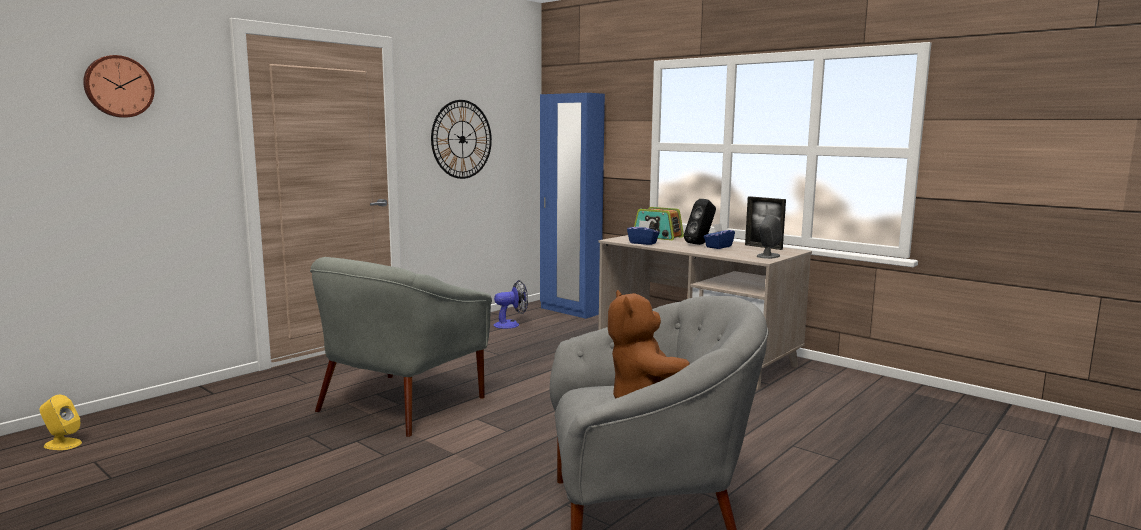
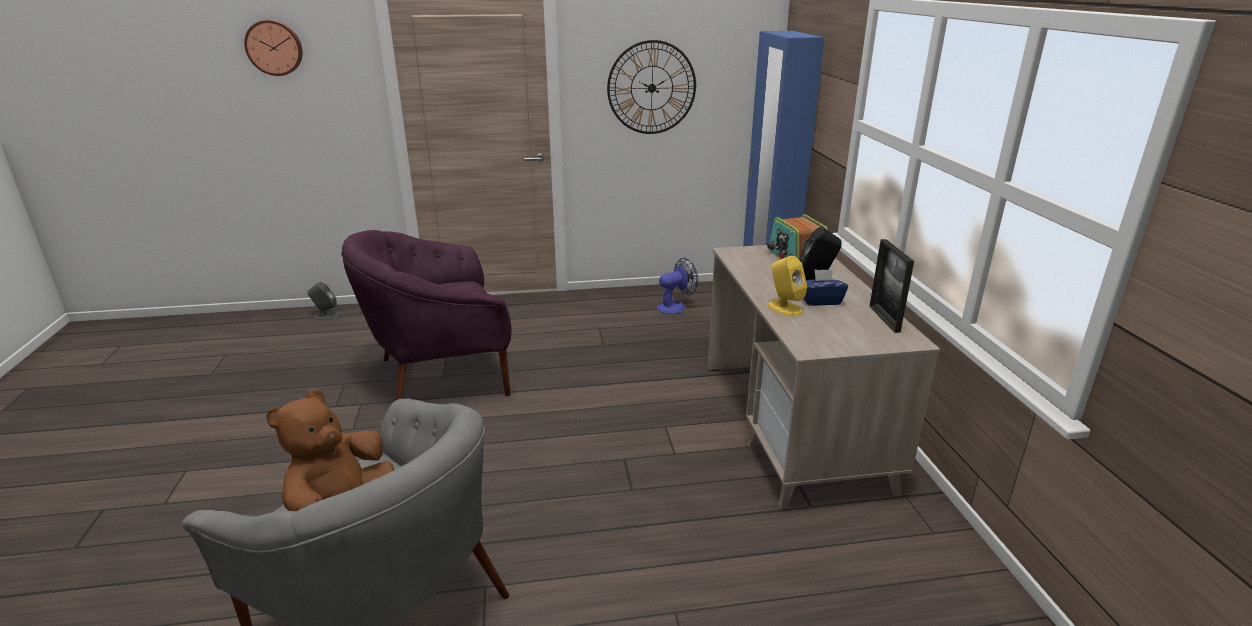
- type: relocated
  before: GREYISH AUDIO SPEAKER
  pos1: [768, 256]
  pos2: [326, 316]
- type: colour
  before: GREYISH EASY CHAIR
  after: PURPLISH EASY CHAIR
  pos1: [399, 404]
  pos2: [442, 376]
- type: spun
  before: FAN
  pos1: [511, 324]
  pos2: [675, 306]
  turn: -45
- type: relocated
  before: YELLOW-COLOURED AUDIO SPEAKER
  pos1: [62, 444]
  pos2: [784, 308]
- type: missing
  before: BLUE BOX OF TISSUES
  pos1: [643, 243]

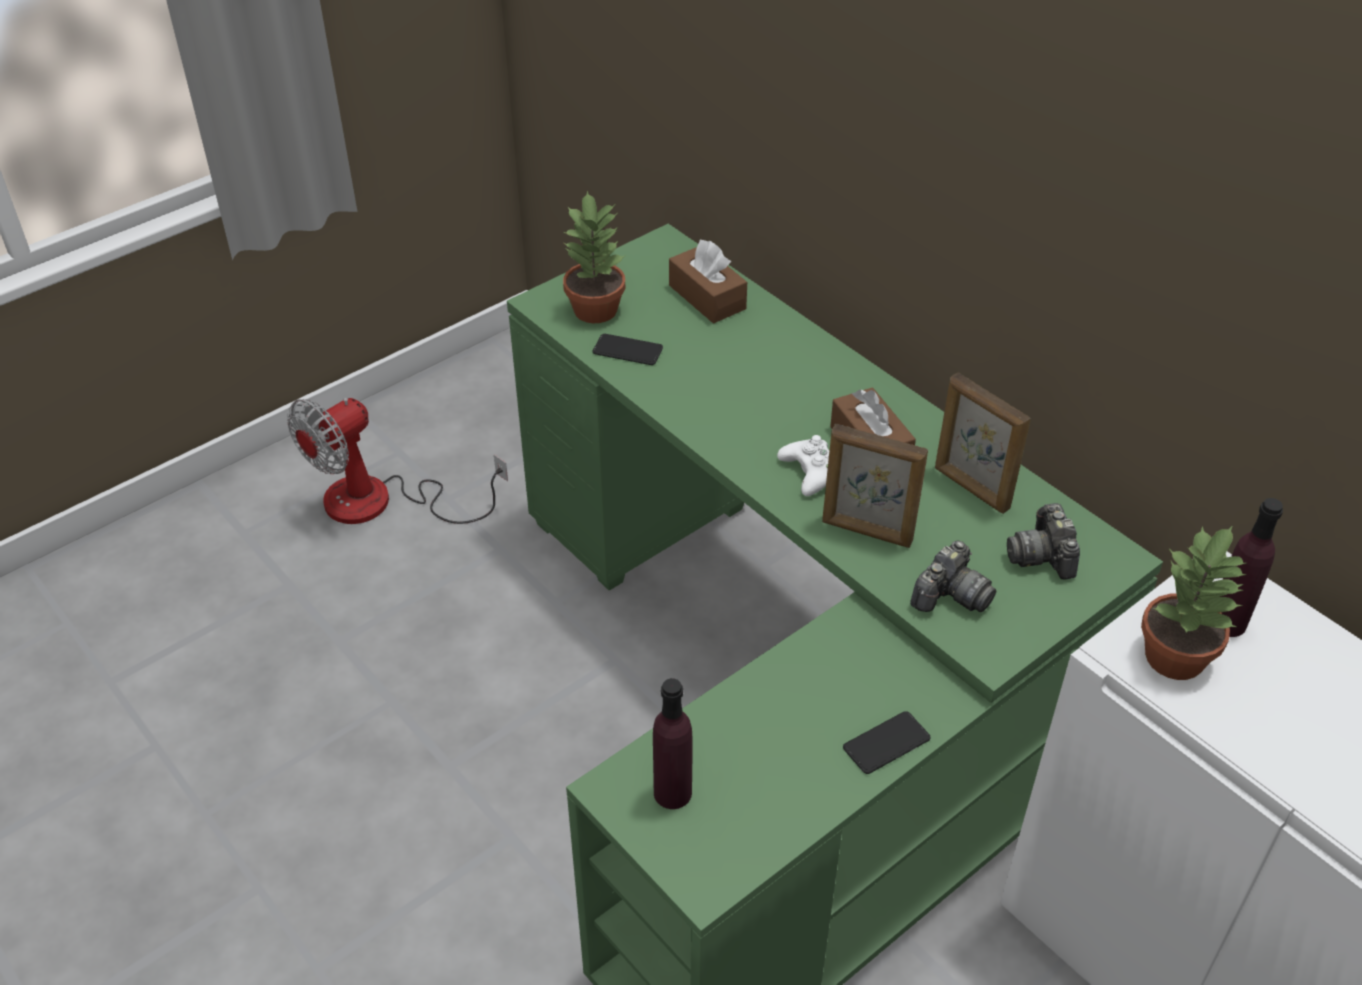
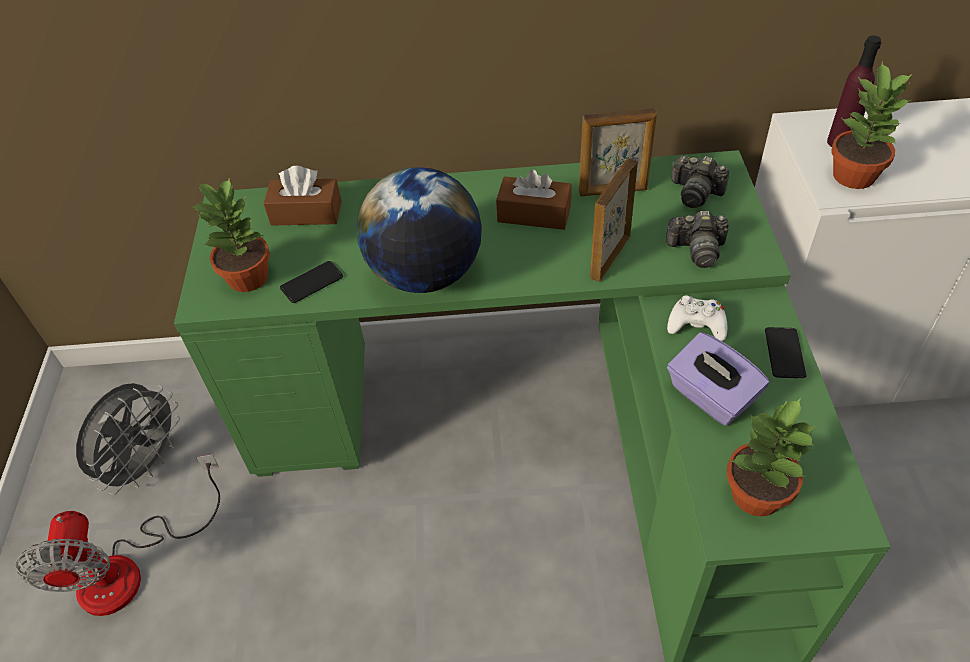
- type: appeared
  after: GREYISH FAN
  pos2: [146, 464]
- type: appeared
  after: GLOBE
  pos2: [425, 274]
- type: spun
  before: PHOTO FRAME
  pos1: [867, 532]
  pos2: [609, 257]
  turn: 150
- type: spun
  before: PHOTO CAMERA
  pos1: [950, 595]
  pos2: [697, 250]
  turn: 105
- type: relocated
  before: WHITISH JOYPAD
  pos1: [811, 473]
  pos2: [696, 324]
- type: appeared
  after: PURPLISH BOX OF TISSUES
  pos2: [710, 396]
- type: exchanged
  before: PURPLISH BEVERAGE BOTTLE
  after: HOUSEPLANT
  pos1: [672, 793]
  pos2: [755, 495]

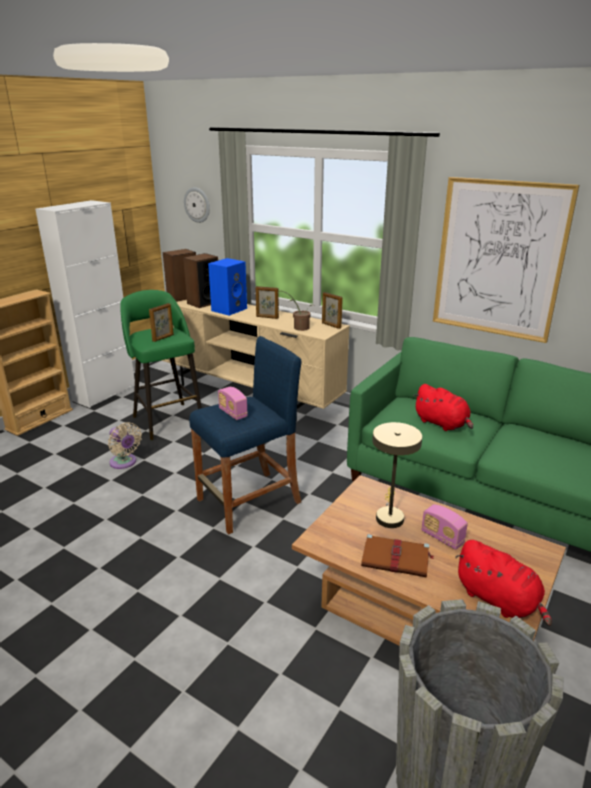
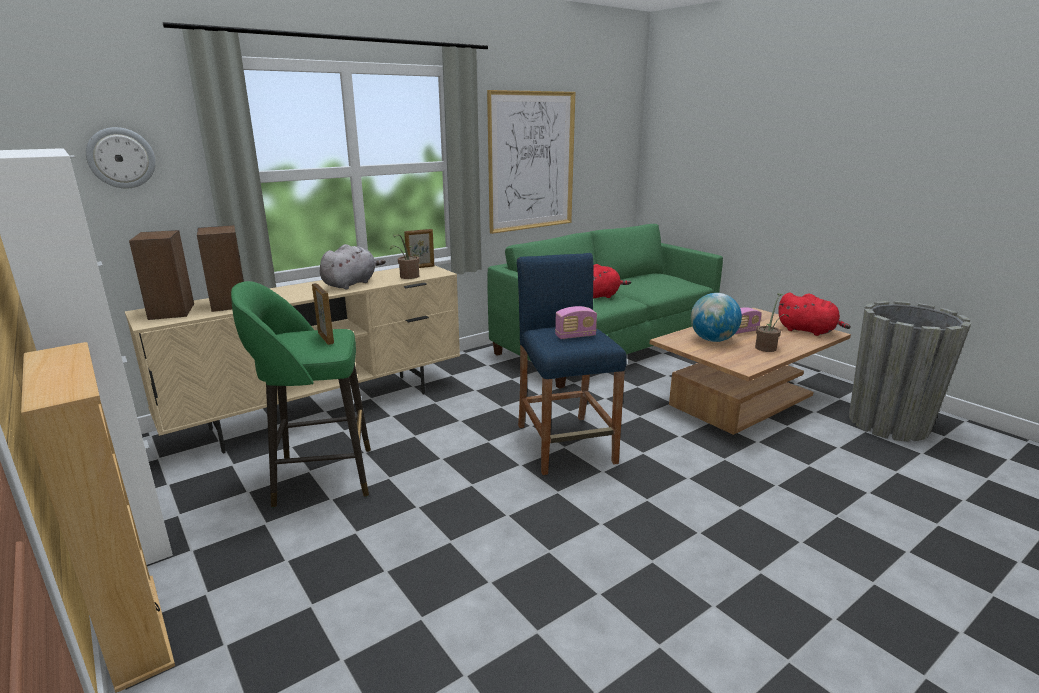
- type: exchanged
  before: PHOTO FRAME
  after: GREYISH PLUSH TOY
  pos1: [267, 317]
  pos2: [351, 284]
- type: exchanged
  before: SAND-COLOURED TABLETOP LAMP
  after: GLOBE
  pos1: [389, 515]
  pos2: [712, 340]
- type: exchanged
  before: BROWN BOOK
  after: HOUSEPLANT
  pos1: [396, 558]
  pos2: [767, 347]
- type: spun
  before: RED PLUSH TOY
  pos1: [499, 600]
  pos2: [808, 331]
  turn: 60
- type: missing
  before: SAND-COLOURED FAN
  pos1: [124, 463]
- type: missing
  before: BLUE AUDIO SPEAKER
  pos1: [229, 309]

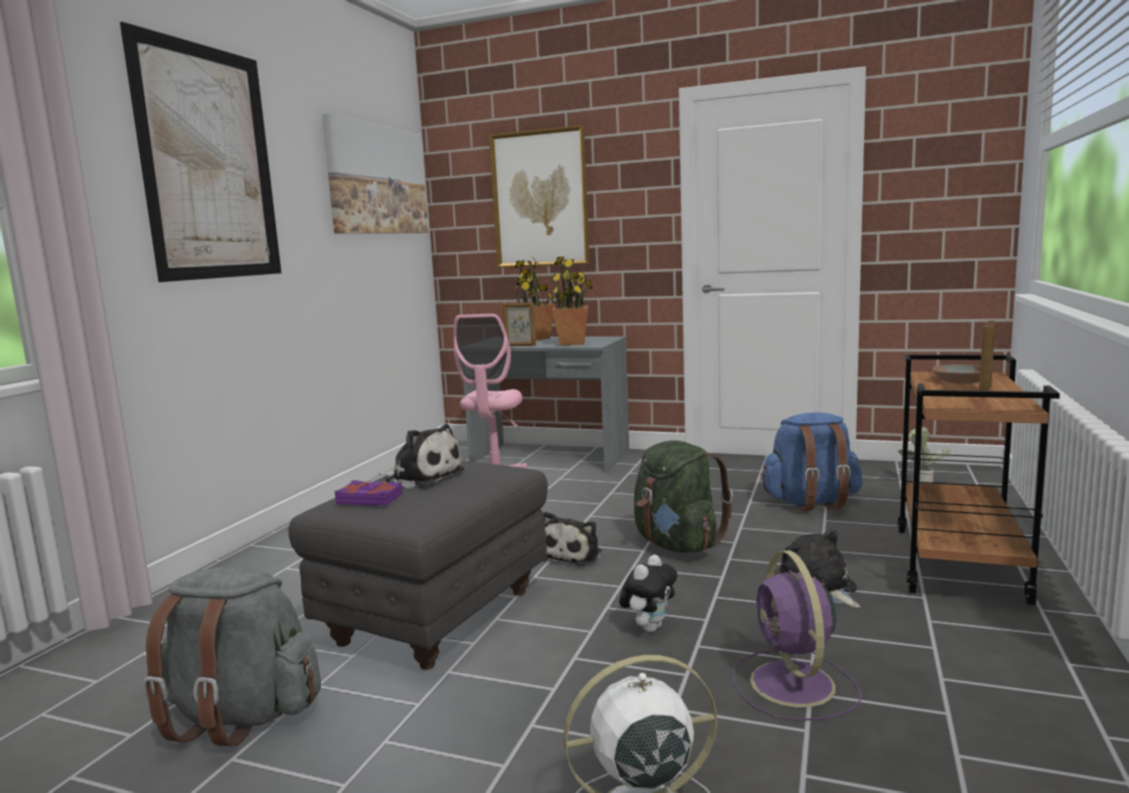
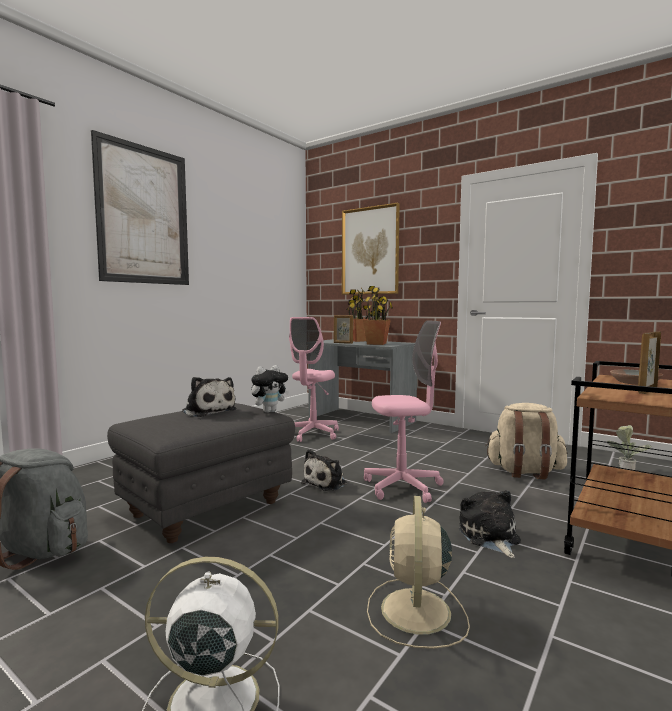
- type: relocated
  before: PLUSH TOY
  pos1: [649, 627]
  pos2: [269, 411]
- type: exchanged
  before: GREEN RUCKSACK
  after: PINKISH OFFICE CHAIR
  pos1: [677, 545]
  pos2: [403, 487]
- type: colour
  before: PURPLISH FAN
  after: SAND-COLOURED FAN
  pos1: [794, 686]
  pos2: [415, 613]
- type: colour
  before: BLUE RUCKSACK
  after: SAND-COLOURED RUCKSACK
  pos1: [811, 503]
  pos2: [525, 472]
- type: missing
  before: WALL PICTURE
  pos1: [377, 179]
- type: missing
  before: PURPLISH BOOK
  pos1: [370, 499]

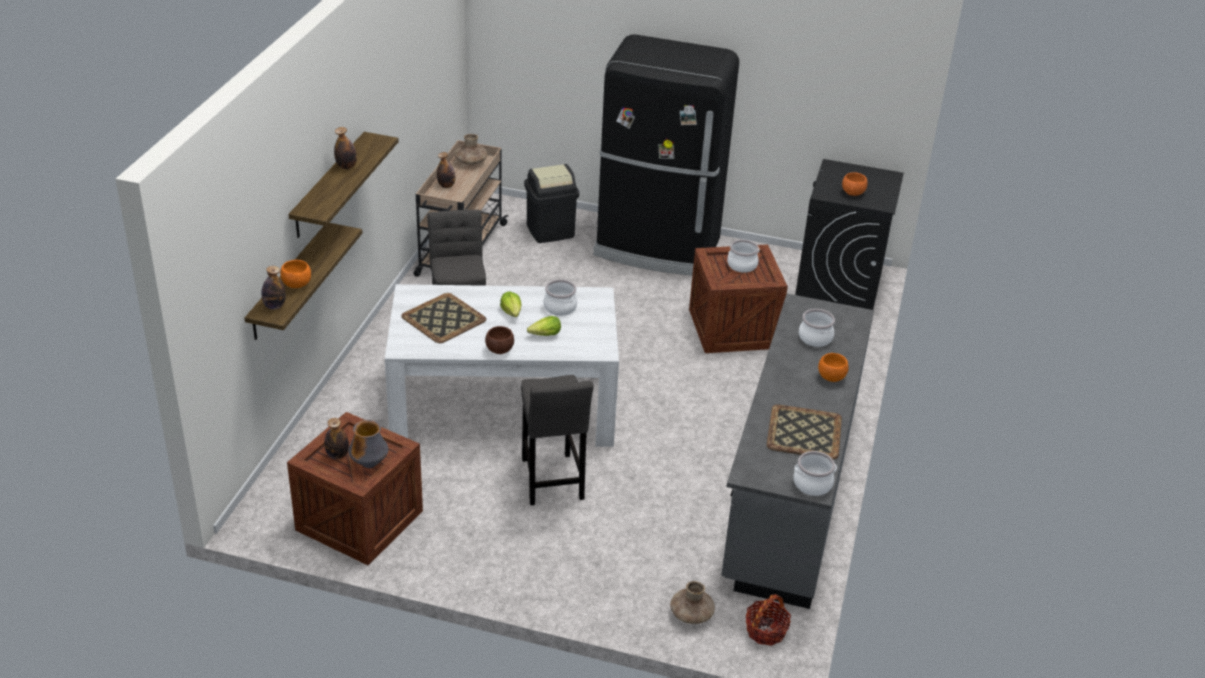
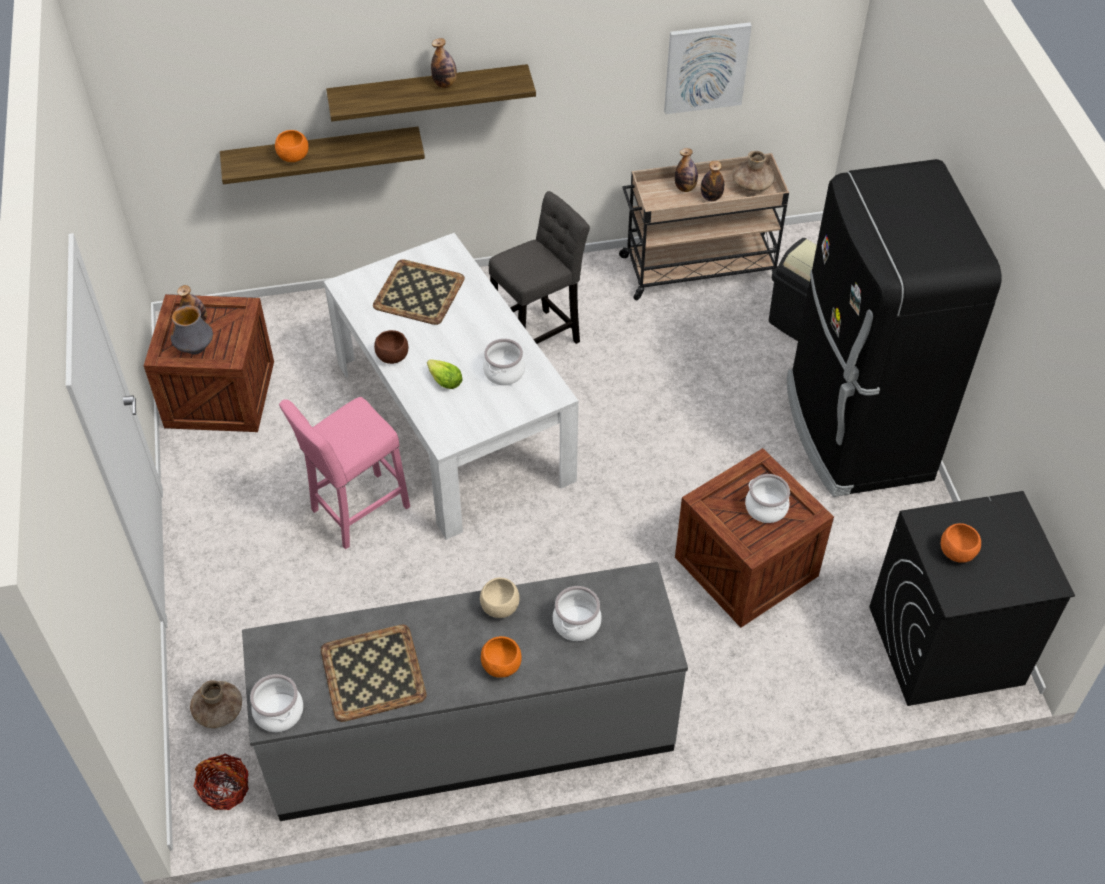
- type: colour
  before: GREYISH SITTING STOOL
  after: PINKISH SITTING STOOL
  pos1: [552, 482]
  pos2: [356, 512]
- type: appeared
  after: SAND-COLOURED BOWL
  pos2: [499, 607]
- type: appeared
  after: WALL PICTURE
  pos2: [706, 67]
- type: relocated
  before: BEVERAGE BOTTLE
  pos1: [274, 306]
  pos2: [711, 197]
- type: missing
  before: HEAD OF LETTUCE
  pos1: [512, 312]

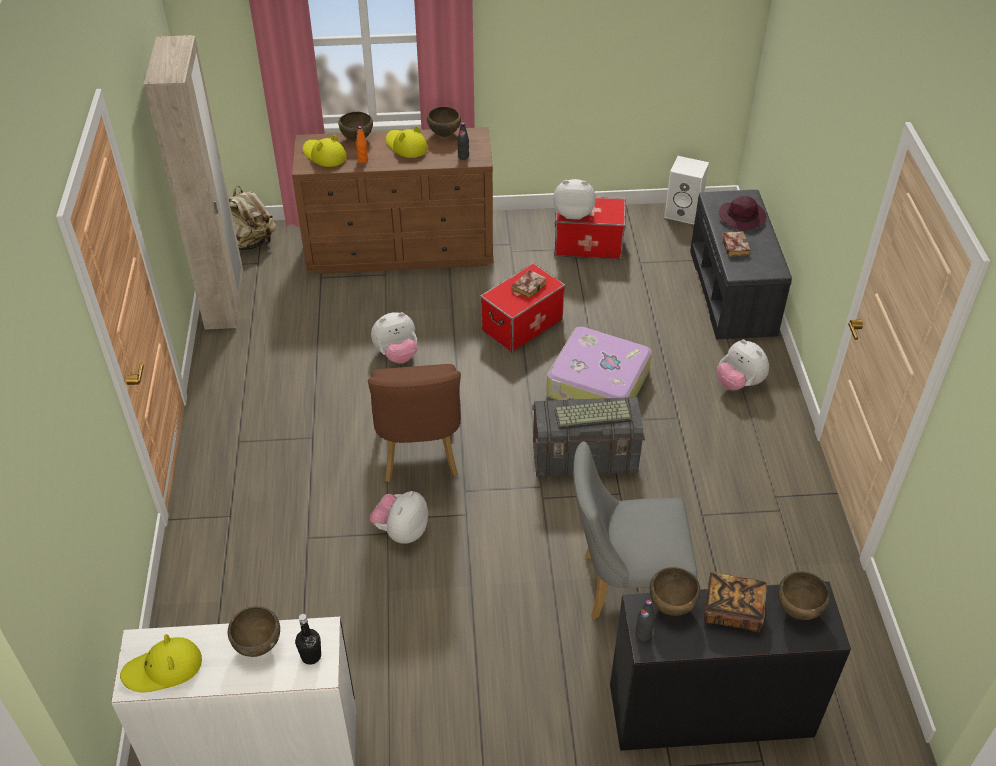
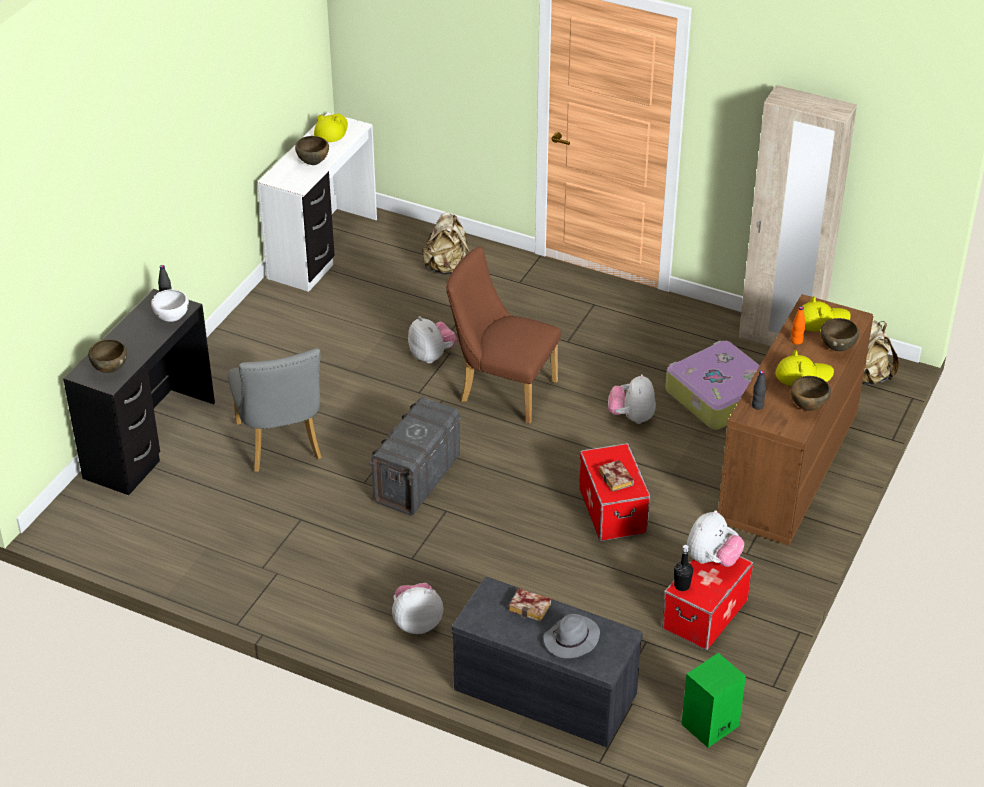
- type: colour
  before: BROWN BOWL
  after: WHITISH BOWL
  pos1: [671, 606]
  pos2: [171, 319]
- type: spun
  before: GREYISH CHAIR
  pos1: [624, 585]
  pos2: [281, 445]
  turn: 135
- type: appeared
  after: SAND-COLOURED RUCKSACK
  pos2: [447, 268]
- type: colour
  before: PURPLISH HAT
  after: GREYISH HAT
  pos1: [742, 217]
  pos2: [571, 640]
- type: relocated
  before: TRAVEL CASE
  pos1: [598, 384]
  pos2: [717, 396]
- type: relocated
  before: BLACK-COLOURED BEVERAGE BOTTLE
  pos1: [311, 656]
  pos2: [682, 585]
- type: colour
  before: WHITISH AUDIO SPEAKER
  after: GREEN AUDIO SPEAKER
  pos1: [684, 212]
  pos2: [710, 726]
- type: missing
  before: KEYBOARD
  pos1: [593, 414]
- type: missing
  before: BOOK
  pos1: [732, 611]

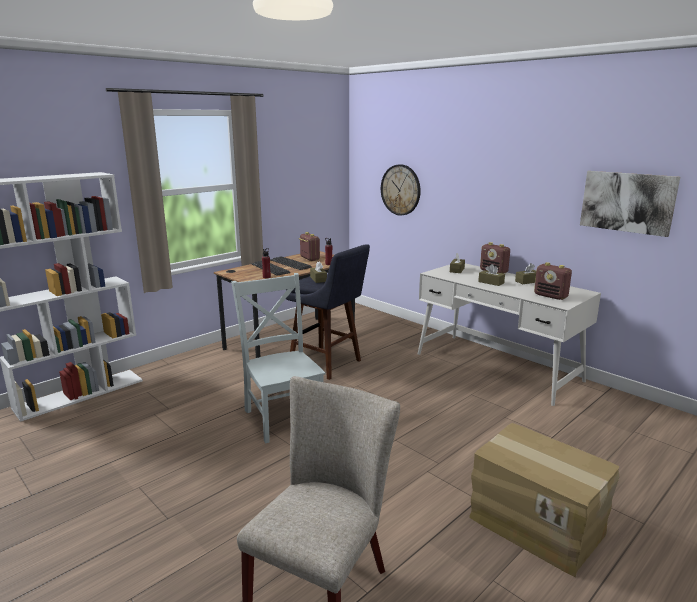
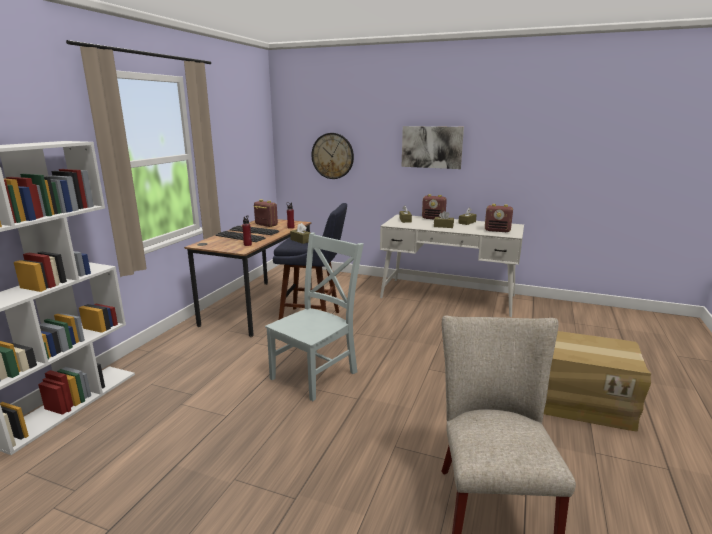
- type: spun
  before: GREYISH CHAIR
  pos1: [283, 416]
  pos2: [317, 374]
  turn: 90
- type: relocated
  before: WALL PICTURE
  pos1: [627, 202]
  pos2: [432, 147]

